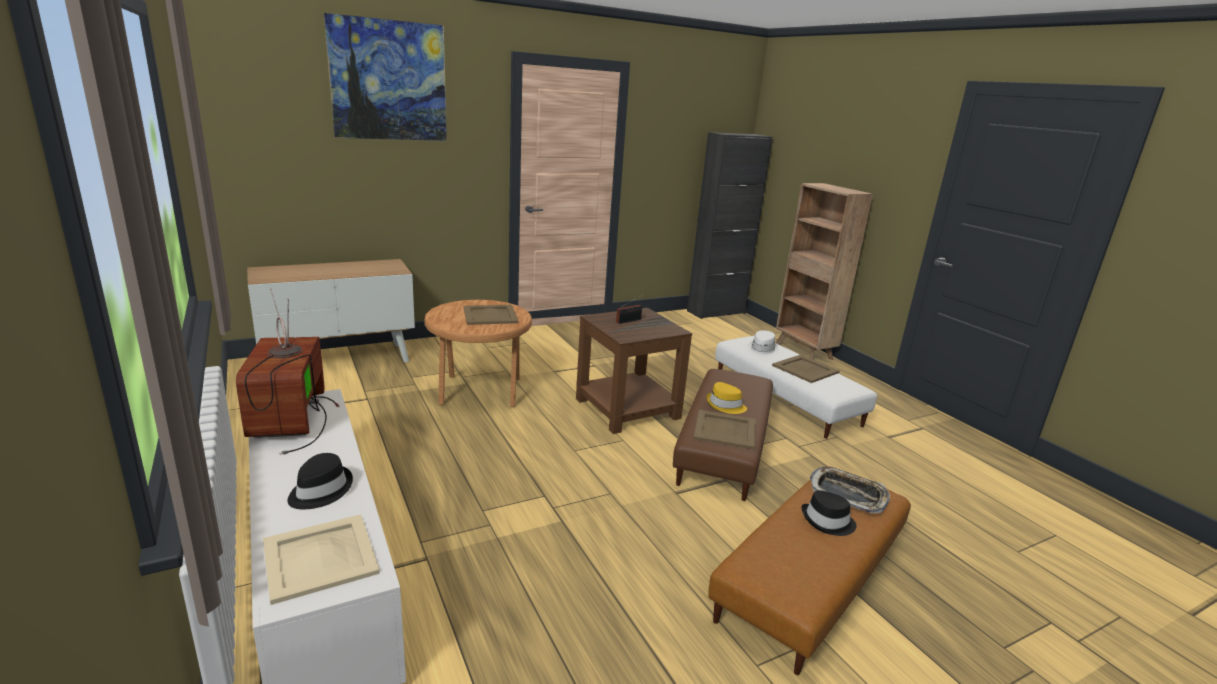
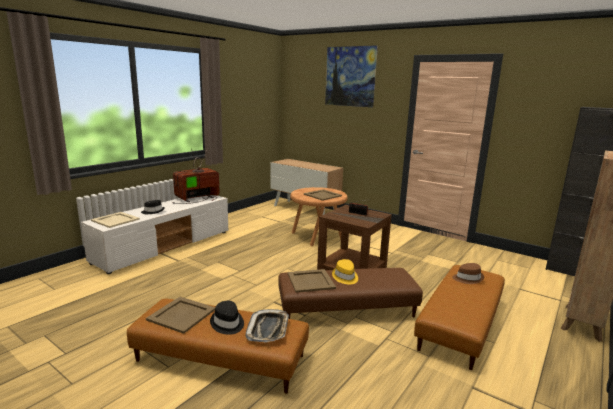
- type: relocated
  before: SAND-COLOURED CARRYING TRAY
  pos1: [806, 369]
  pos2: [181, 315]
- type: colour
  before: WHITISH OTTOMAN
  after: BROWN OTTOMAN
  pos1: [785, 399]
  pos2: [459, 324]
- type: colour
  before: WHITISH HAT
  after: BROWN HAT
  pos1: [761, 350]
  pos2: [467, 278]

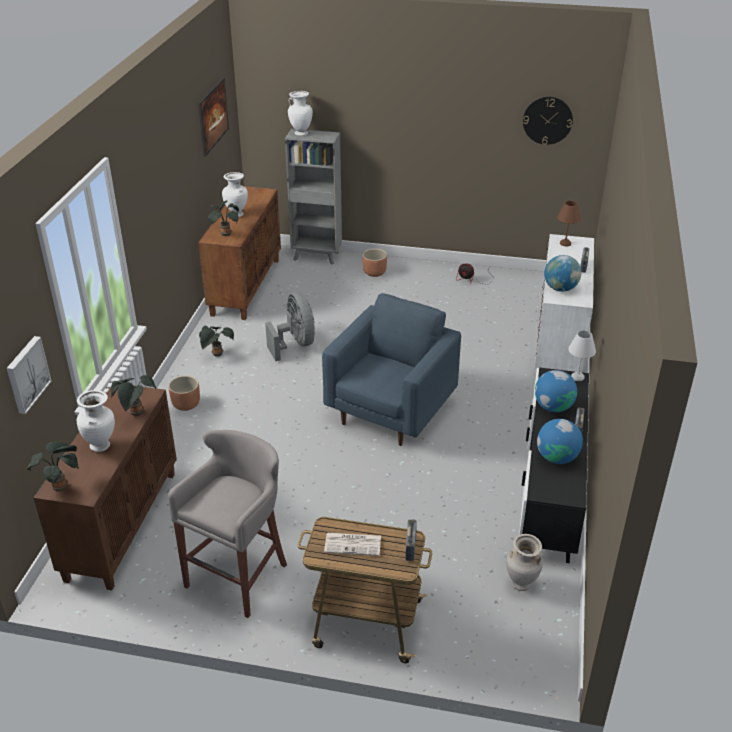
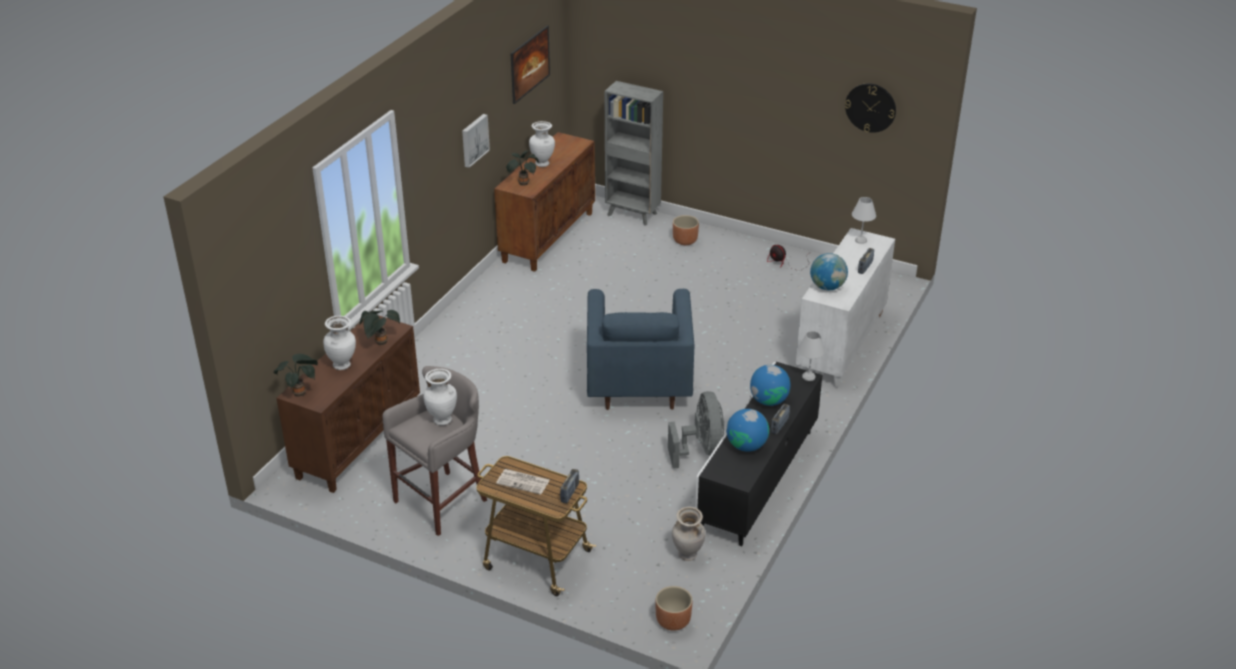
- type: relocated
  before: WHITISH FLOWER VASE
  pos1: [301, 133]
  pos2: [442, 419]
- type: relocated
  before: WALL PICTURE
  pos1: [26, 374]
  pos2: [474, 140]
- type: spun
  before: BLUE EASY CHAIR
  pos1: [390, 412]
  pos2: [638, 384]
  turn: 135
- type: relocated
  before: BROWN FLOWER POT
  pos1: [186, 405]
  pos2: [673, 622]
- type: relocated
  before: GREYISH FAN
  pos1: [295, 344]
  pos2: [701, 450]
- type: colour
  before: BROWN TABLETOP LAMP
  after: WHITISH TABLETOP LAMP
  pos1: [565, 243]
  pos2: [860, 240]
- type: missing
  before: HOUSEPLANT
  pos1: [217, 355]

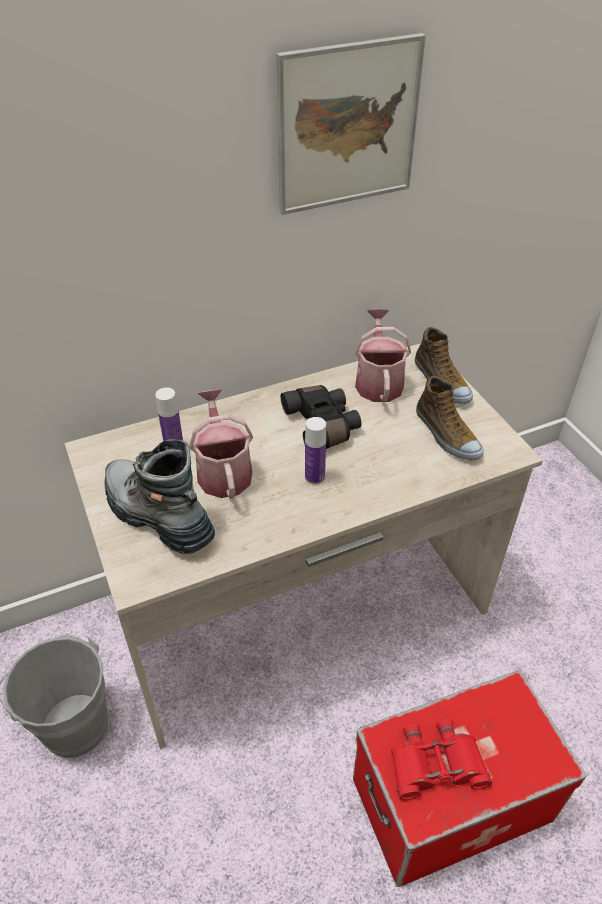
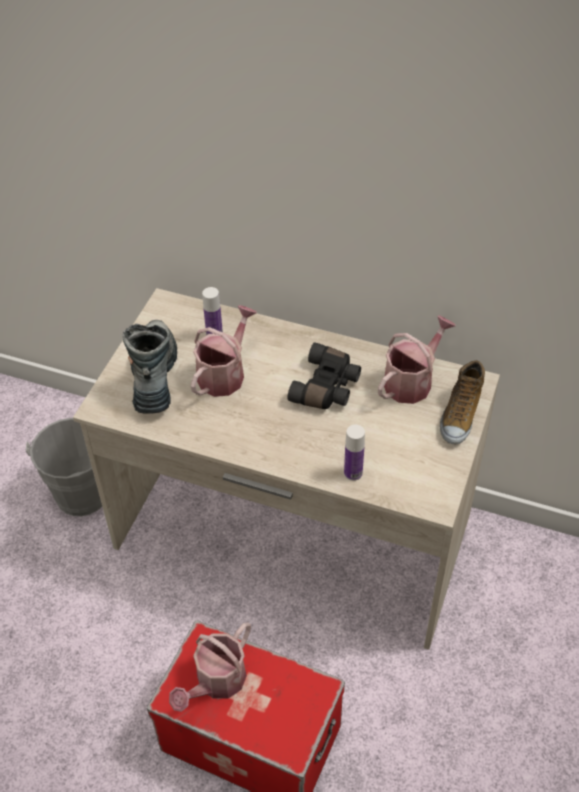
- type: exchanged
  before: RED BINOCULARS
  after: SPRINKLING CAN
  pos1: [436, 765]
  pos2: [216, 682]
- type: relocated
  before: BEVERAGE BOTTLE
  pos1: [314, 477]
  pos2: [353, 473]
- type: missing
  before: WALL PICTURE
  pos1: [347, 126]
- type: missing
  before: LOW SHOE
  pos1: [446, 434]

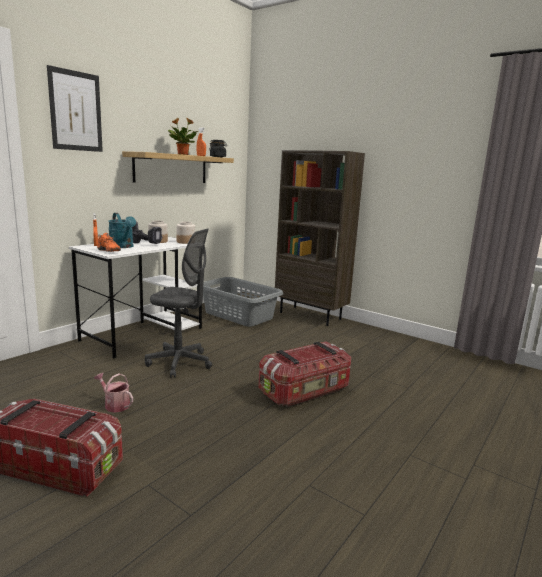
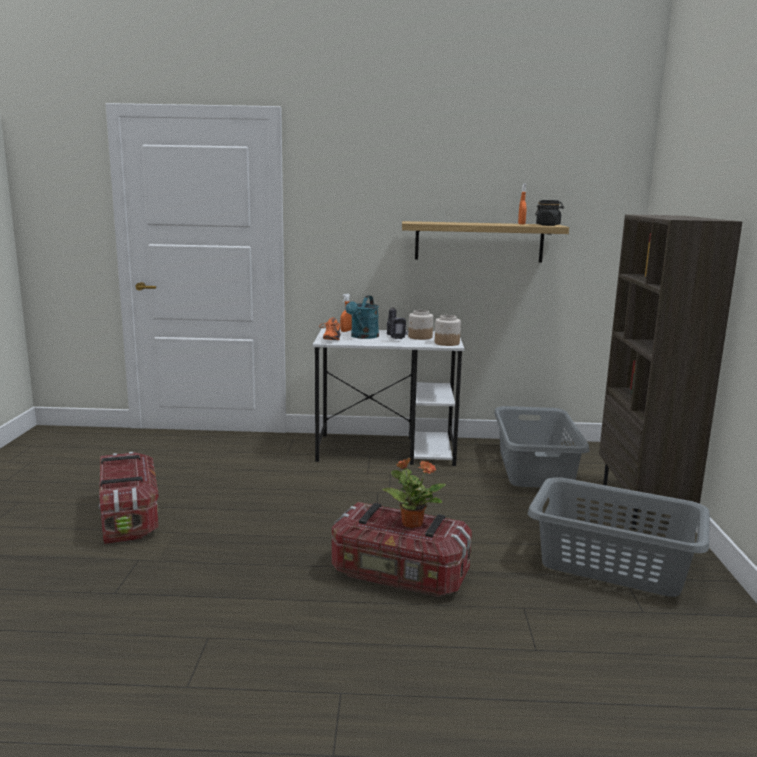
- type: relocated
  before: HOUSEPLANT
  pos1: [182, 154]
  pos2: [411, 523]
- type: appeared
  after: GREYISH LAUNDRY BASKET
  pos2: [613, 564]
- type: missing
  before: WALL PICTURE
  pos1: [76, 111]
- type: missing
  before: SPRINKLING CAN
  pos1: [115, 404]
- type: missing
  before: GREYISH OFFICE CHAIR
  pos1: [180, 363]

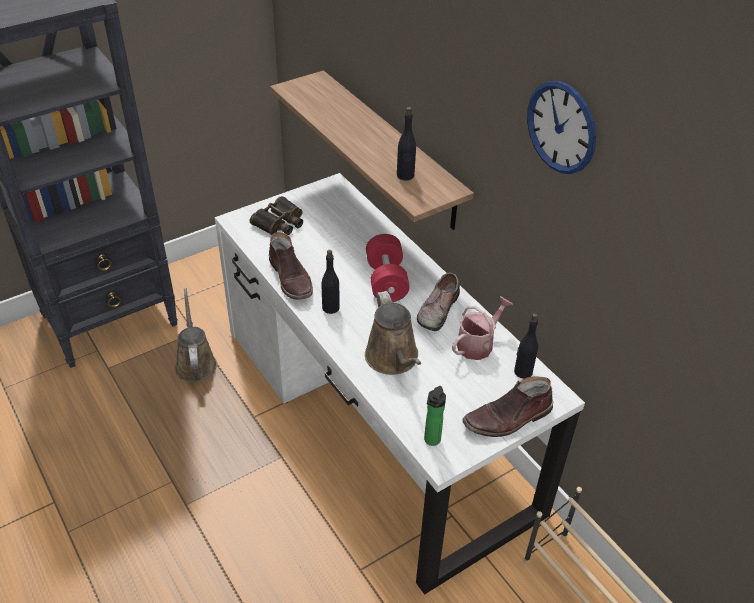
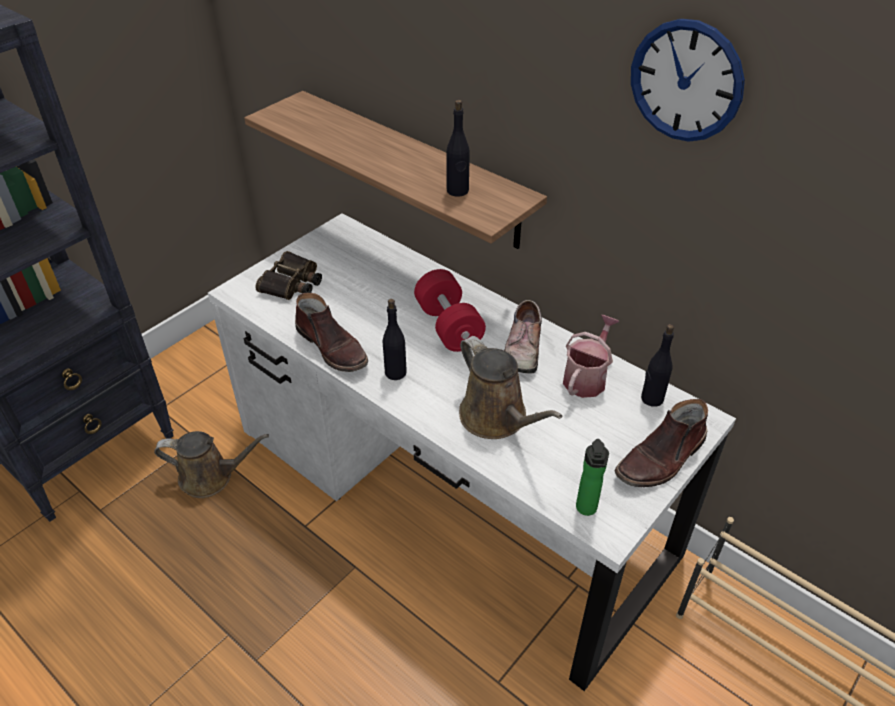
- type: spun
  before: BROWN SPRINKLING CAN
  pos1: [195, 363]
  pos2: [211, 477]
  turn: 120

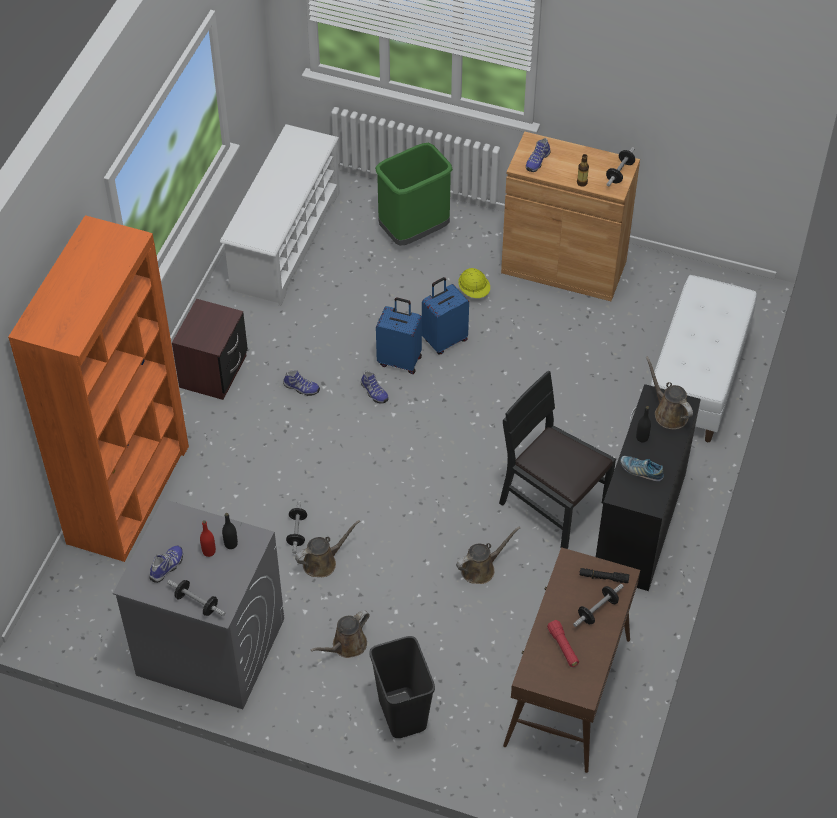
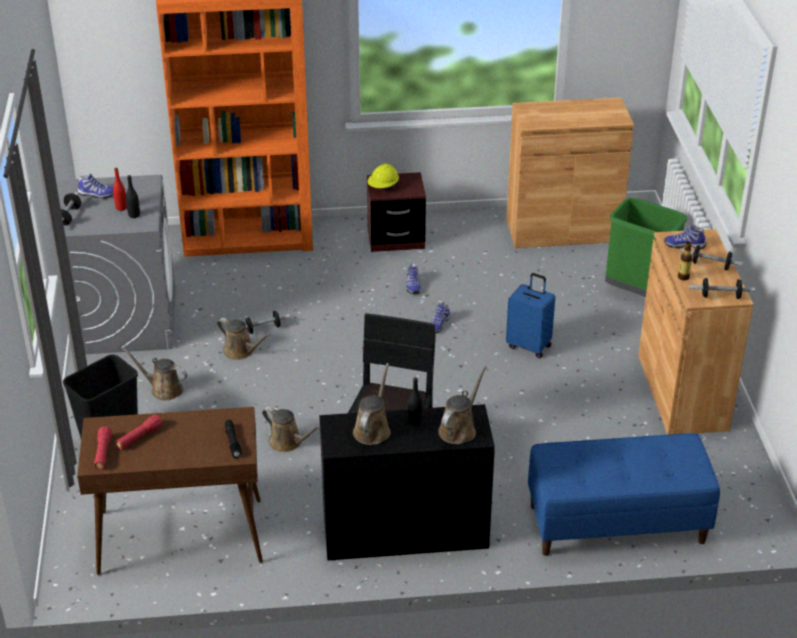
- type: appeared
  after: RED HAND TORCH
  pos2: [103, 453]
- type: exchanged
  before: LOW SHOE
  after: BROWN SPRINKLING CAN
  pos1: [641, 471]
  pos2: [373, 429]
- type: relocated
  before: YELLOW-COLOURED SAFETY HELMET
  pos1: [474, 291]
  pos2: [383, 187]
- type: exchanged
  before: WHITISH SHOE RACK
  after: BROWN STORAGE CABINET
  pos1: [285, 241]
  pos2: [562, 230]
- type: colour
  before: WHITISH INDOOR BENCH
  after: BLUE INDOOR BENCH
  pos1: [697, 381]
  pos2: [616, 524]
- type: relocated
  before: HAND WEIGHT
  pos1: [597, 610]
  pos2: [711, 265]
- type: missing
  before: BLUE TRAVEL CASE
  pos1: [400, 360]

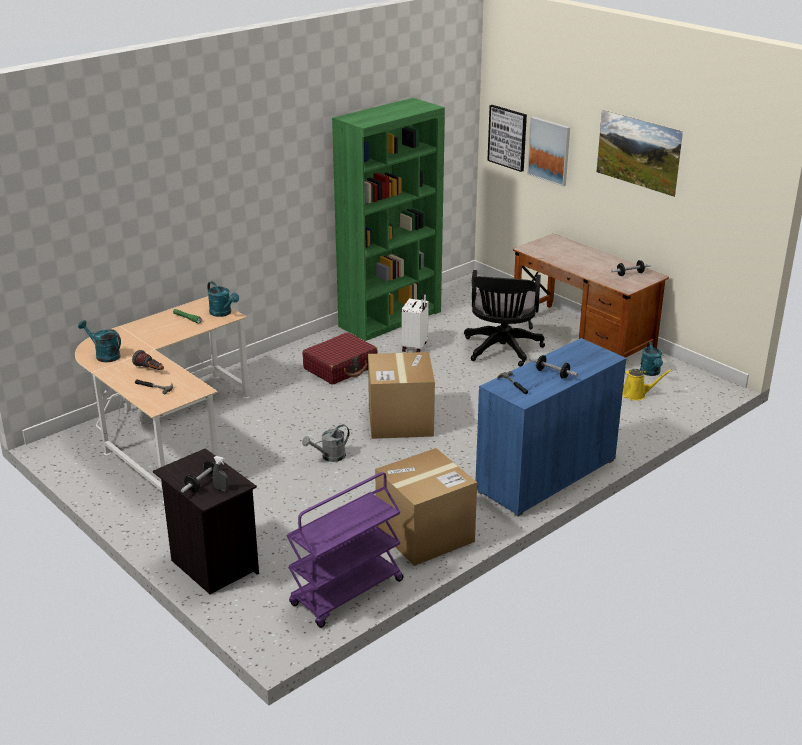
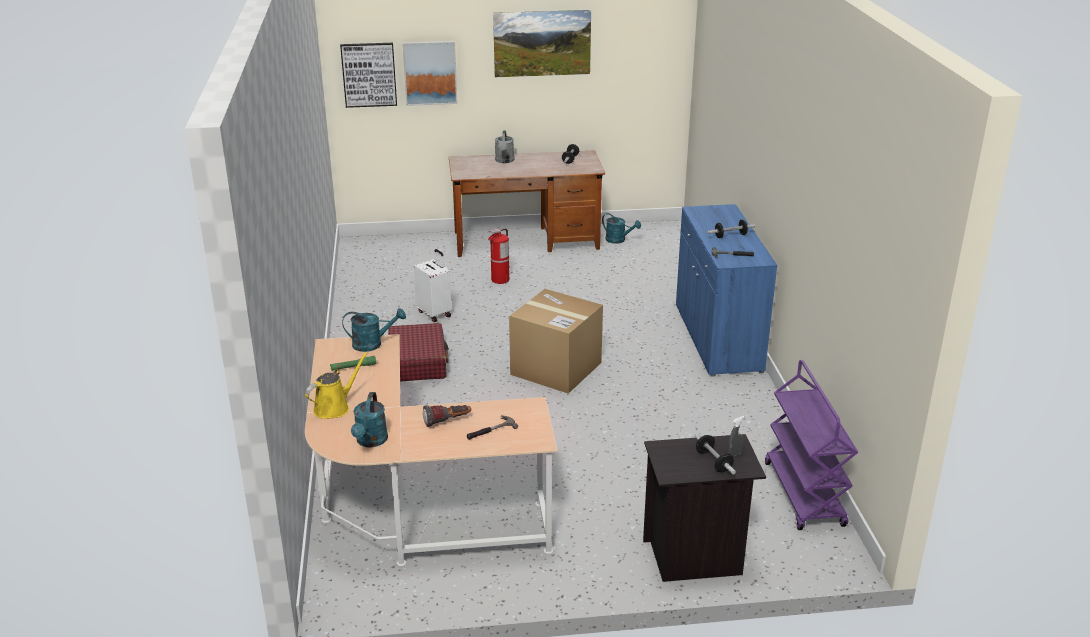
- type: relocated
  before: YELLOW-COLOURED SPRINKLING CAN
  pos1: [636, 394]
  pos2: [334, 407]
- type: spun
  before: BLUE-GREEN SPRINKLING CAN
  pos1: [104, 355]
  pos2: [370, 442]
  turn: -60
- type: exchanged
  before: BLACK-COLOURED OFFICE CHAIR
  after: EXTINGUISHER
  pos1: [502, 350]
  pos2: [500, 280]
- type: relocated
  before: GREYISH SPRINKLING CAN
  pos1: [329, 457]
  pos2: [504, 161]
- type: missing
  before: GREEN BOOKCASE
  pos1: [390, 319]
- type: missing
  before: CARTON
  pos1: [425, 534]

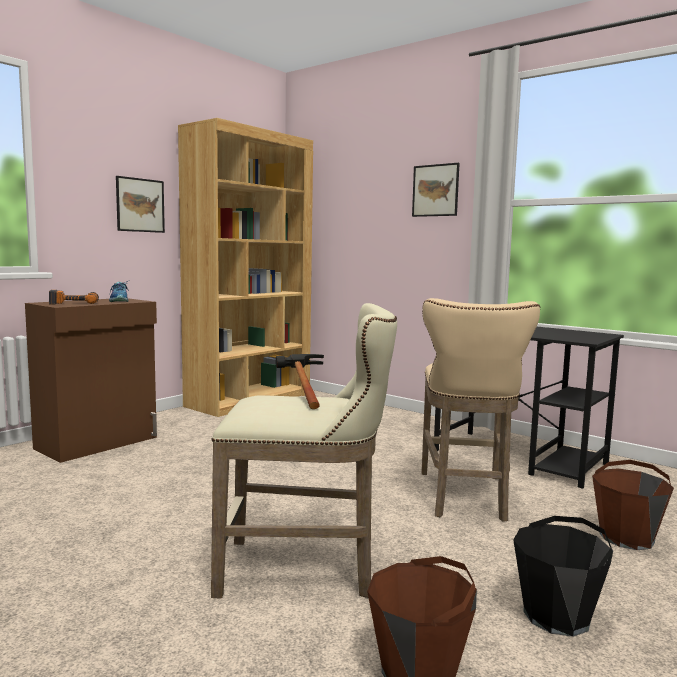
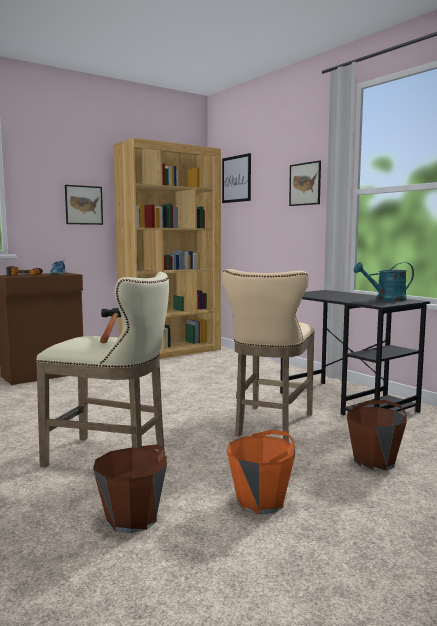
- type: appeared
  after: WALL PICTURE
  pos2: [236, 179]
- type: colour
  before: BLACK-COLOURED WATER BUCKET
  after: ORANGE-COLOURED WATER BUCKET
  pos1: [557, 616]
  pos2: [261, 502]
- type: appeared
  after: BLUE-GREEN SPRINKLING CAN
  pos2: [386, 299]

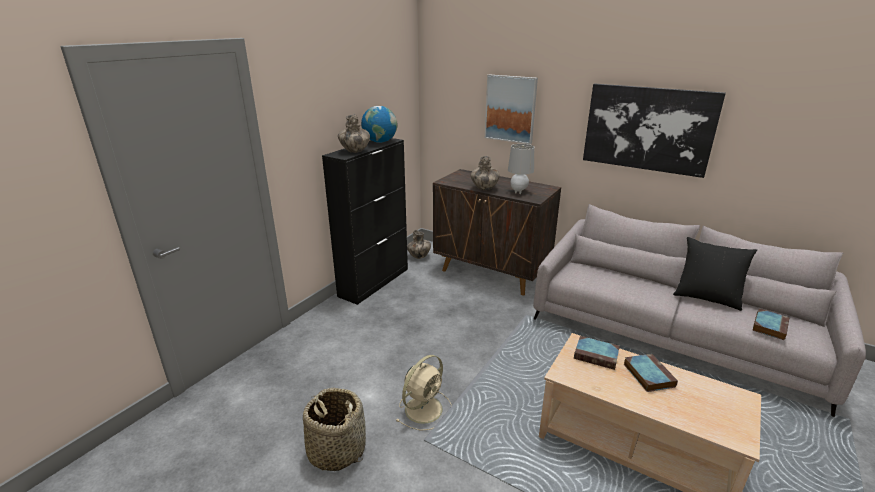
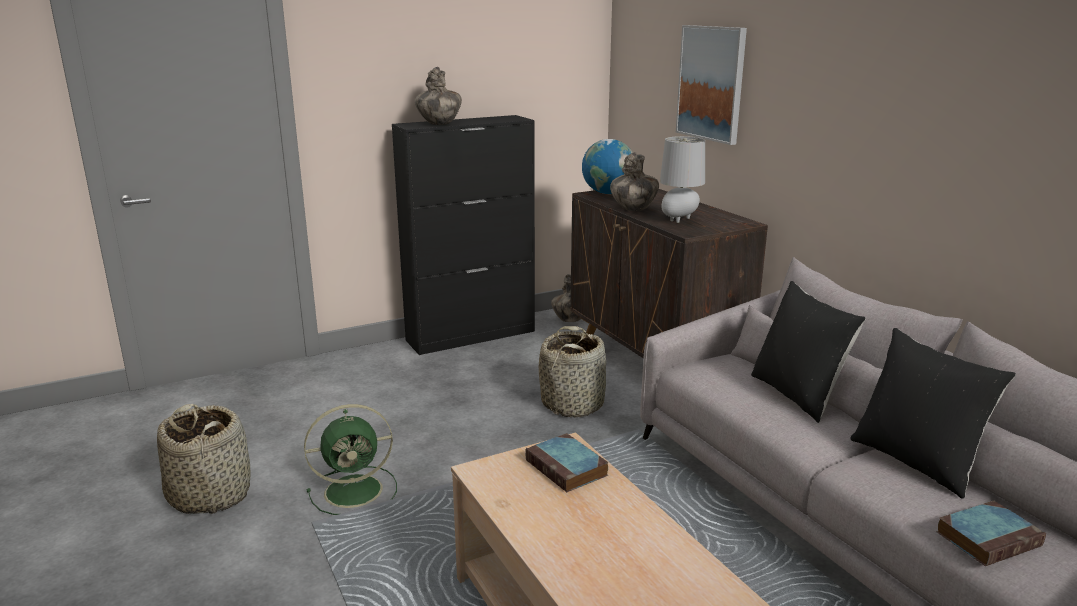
- type: colour
  before: SAND-COLOURED FAN
  after: GREEN FAN
  pos1: [424, 408]
  pos2: [356, 490]
- type: appeared
  after: STORAGE BASKET
  pos2: [573, 404]
- type: relocated
  before: GLOBE
  pos1: [380, 142]
  pos2: [608, 193]
- type: appeared
  after: BLACK-COLOURED CUSHION
  pos2: [798, 395]
- type: missing
  before: WALL PICTURE
  pos1: [648, 128]
- type: missing
  before: BOOK
  pos1: [647, 374]

